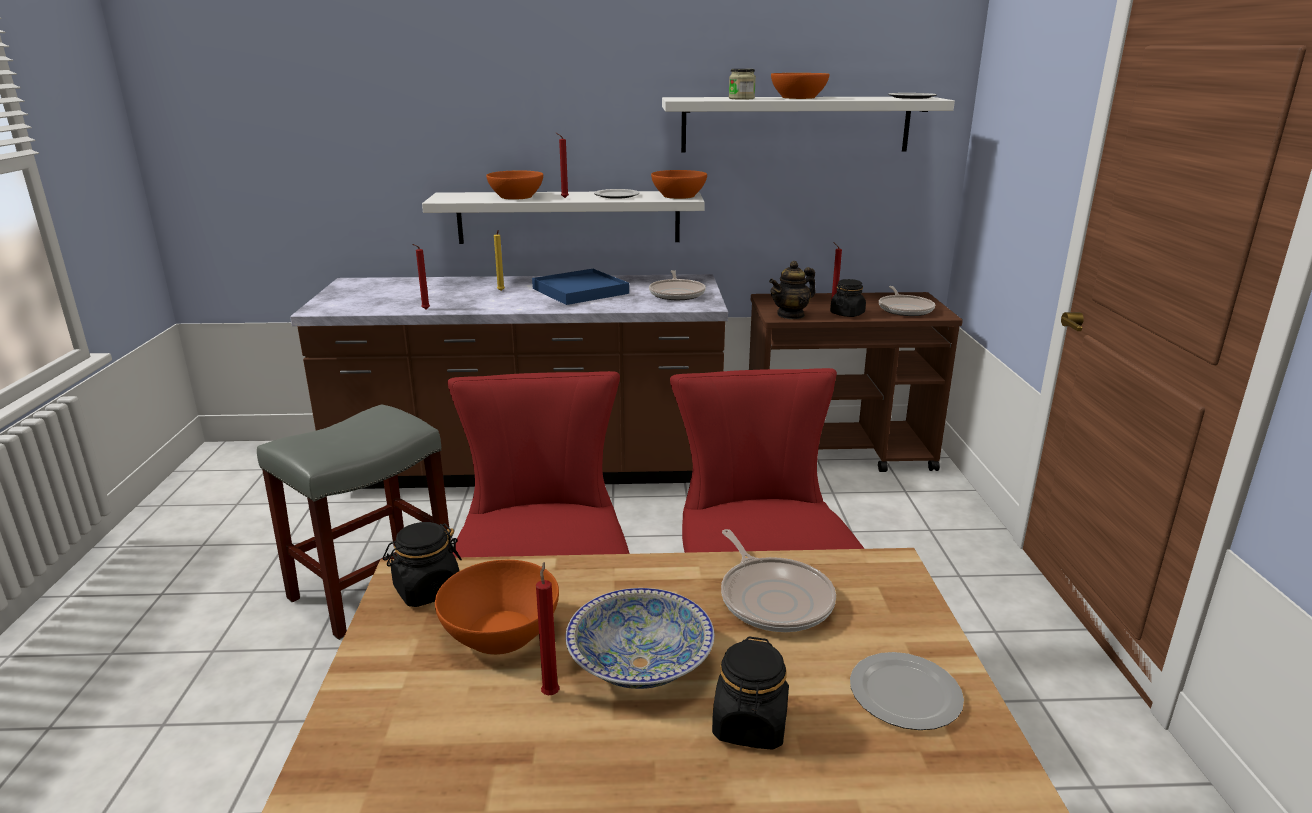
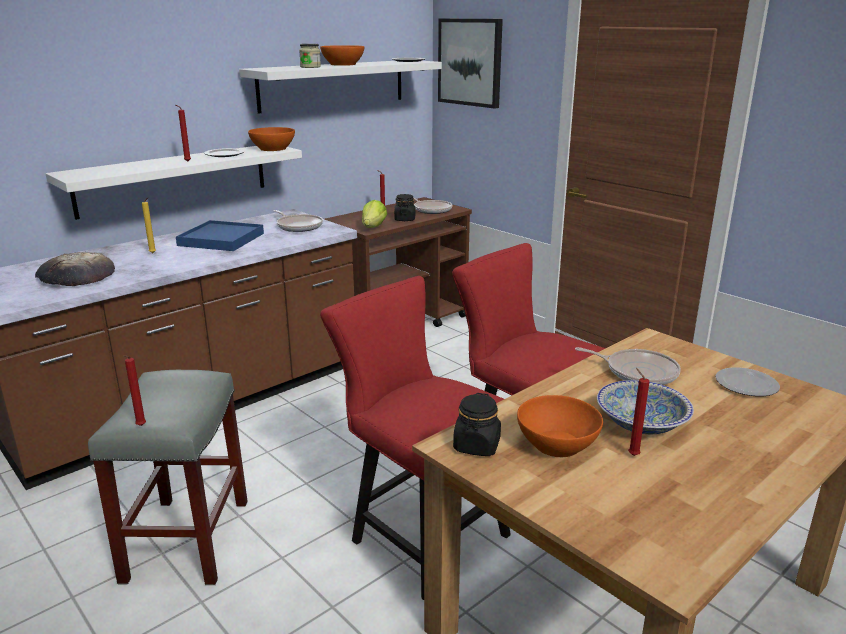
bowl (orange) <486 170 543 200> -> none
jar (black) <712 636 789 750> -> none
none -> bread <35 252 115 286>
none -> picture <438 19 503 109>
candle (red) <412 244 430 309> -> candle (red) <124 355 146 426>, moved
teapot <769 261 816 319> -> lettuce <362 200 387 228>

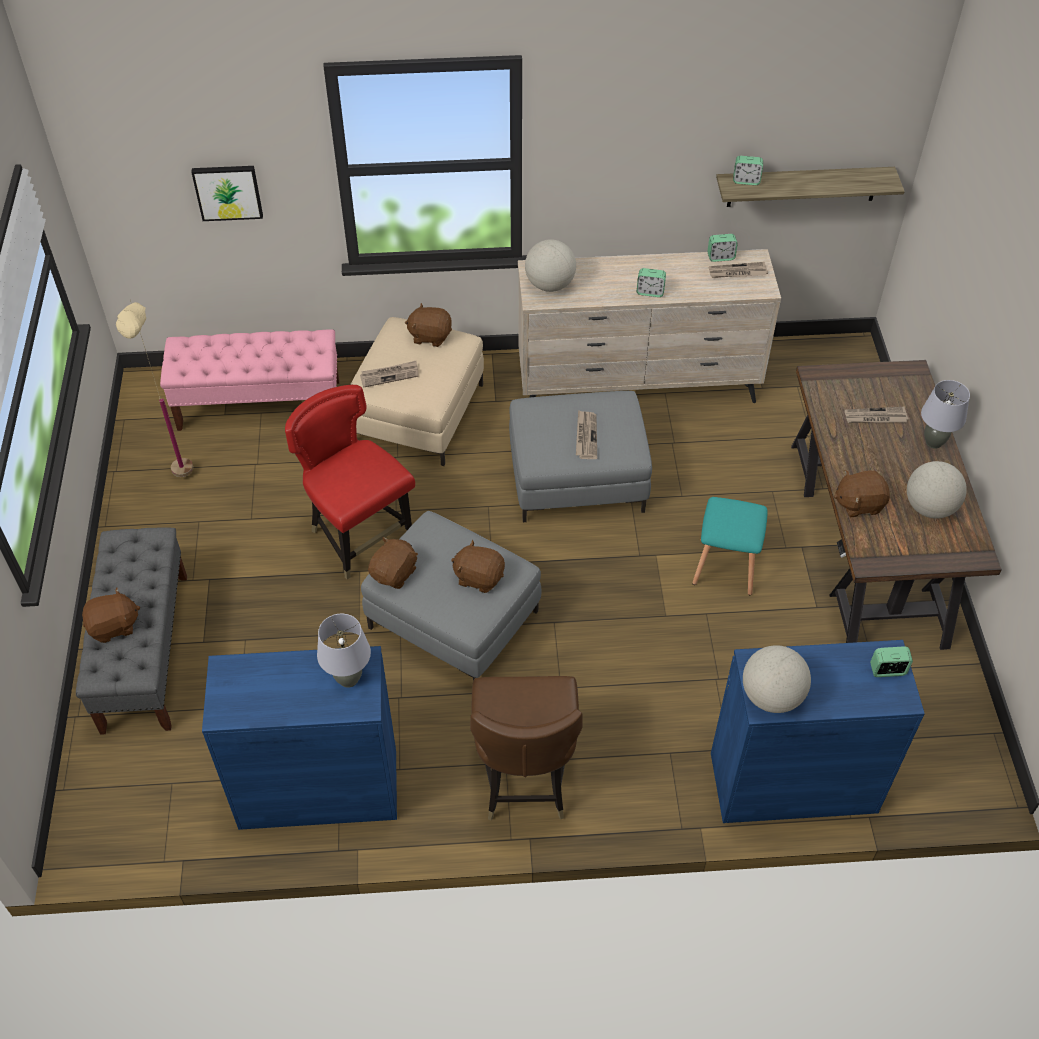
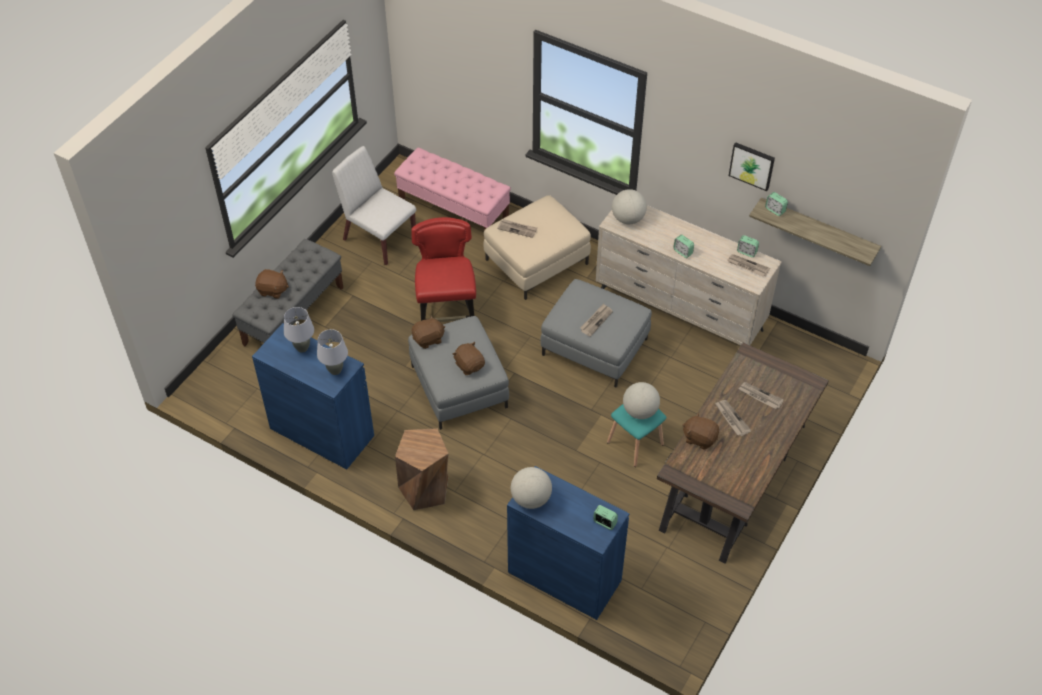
plush toy (brown) <405 303 452 347> -> none
none -> newspaper <715 400 752 436>
picture <191 166 263 221> -> picture <729 142 775 191>, moved
globe <907 461 967 519> -> globe <623 382 660 419>, moved
table lamp (grey) <921 380 970 449> -> table lamp (grey) <284 307 314 353>, moved
floor lamp (beige) <116 300 193 477> -> chair (white) <332 146 416 265>
chair (brown) <470 676 583 820> -> stool (brown) <395 428 449 510>

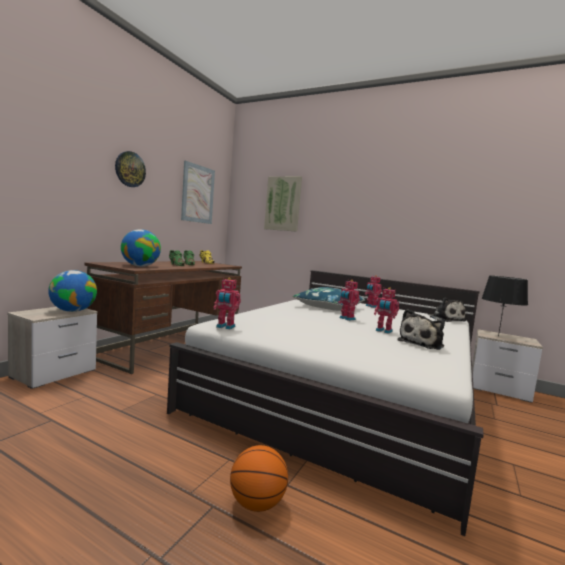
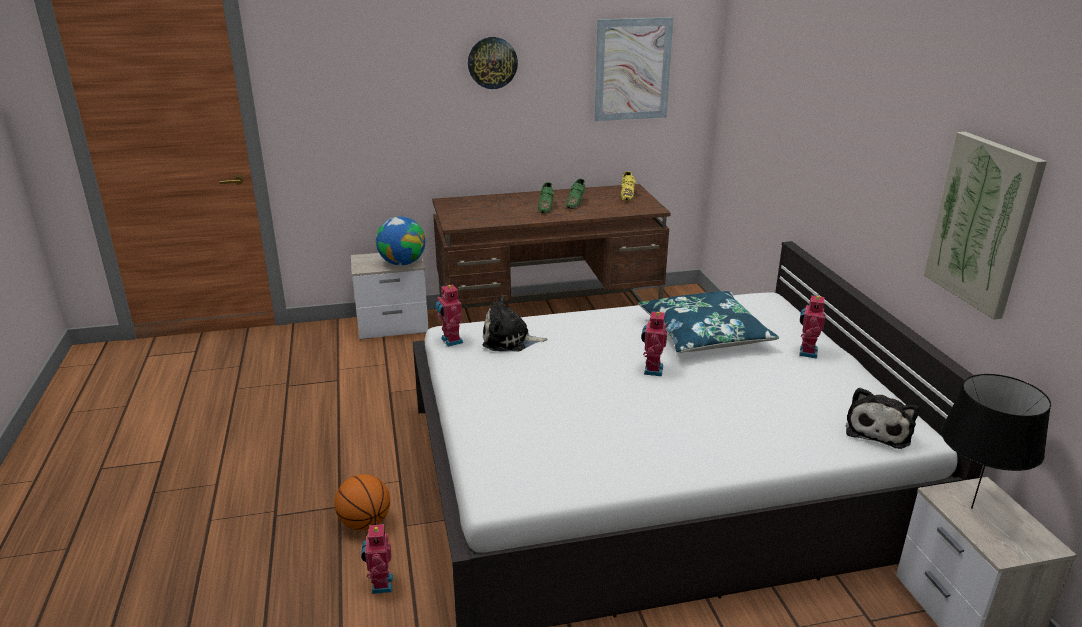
globe <121 229 161 267> -> none
picture <264 176 302 232> -> picture <924 132 1047 319>, moved
toy robot <374 287 399 334> -> toy robot <361 522 393 594>, moved
plush toy <397 309 445 350> -> plush toy <483 295 548 352>, moved

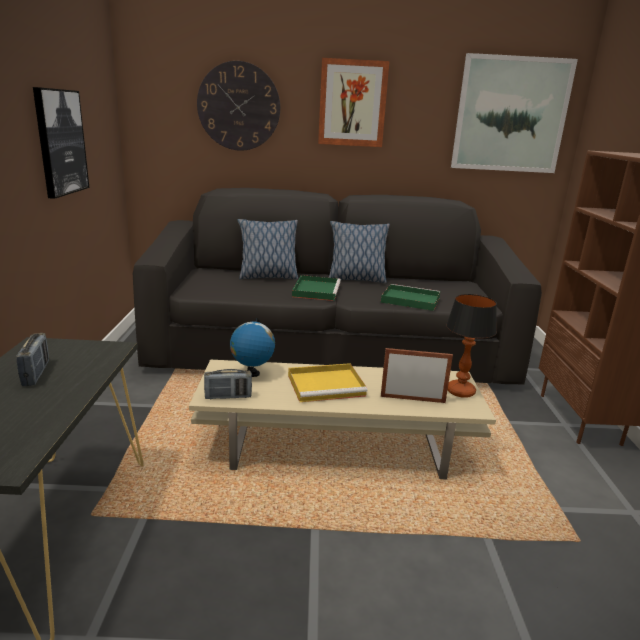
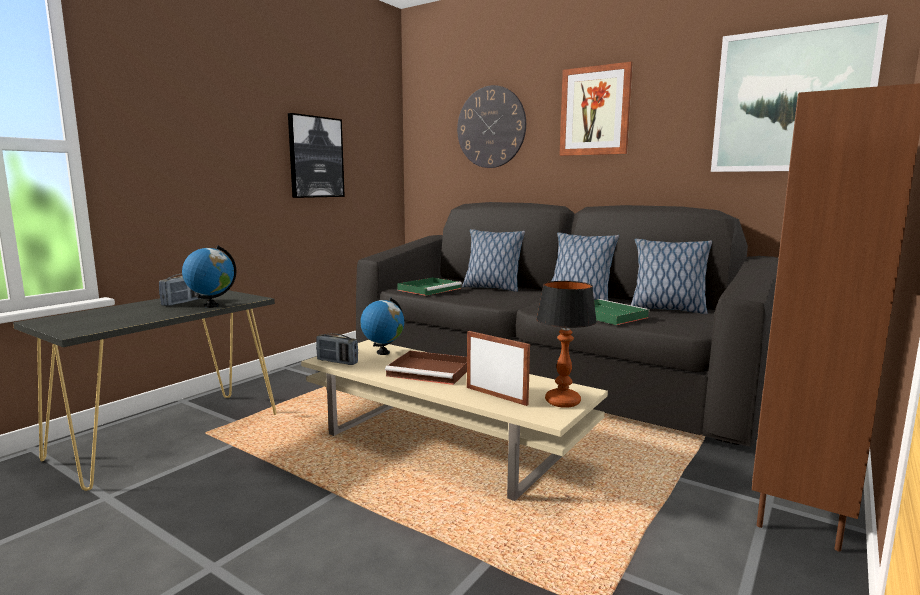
none -> globe <182 245 237 308>
none -> pillow <631 239 712 314>
tray (green) <292 275 341 301> -> tray (green) <397 277 462 296>, moved
tray (yellow) <288 363 367 402> -> tray (brown) <385 351 467 385>

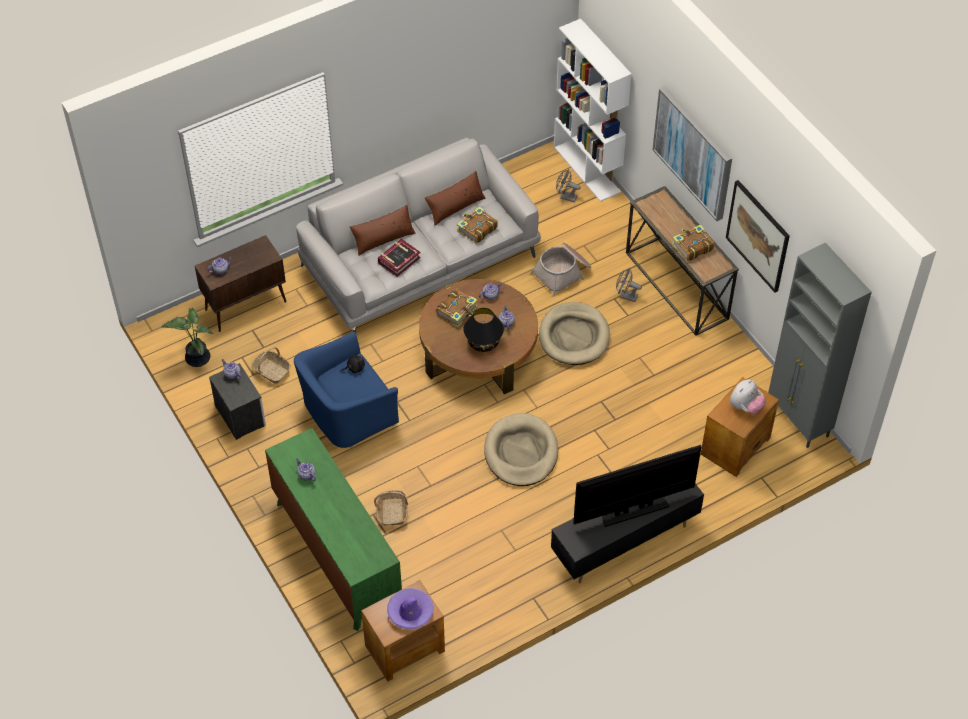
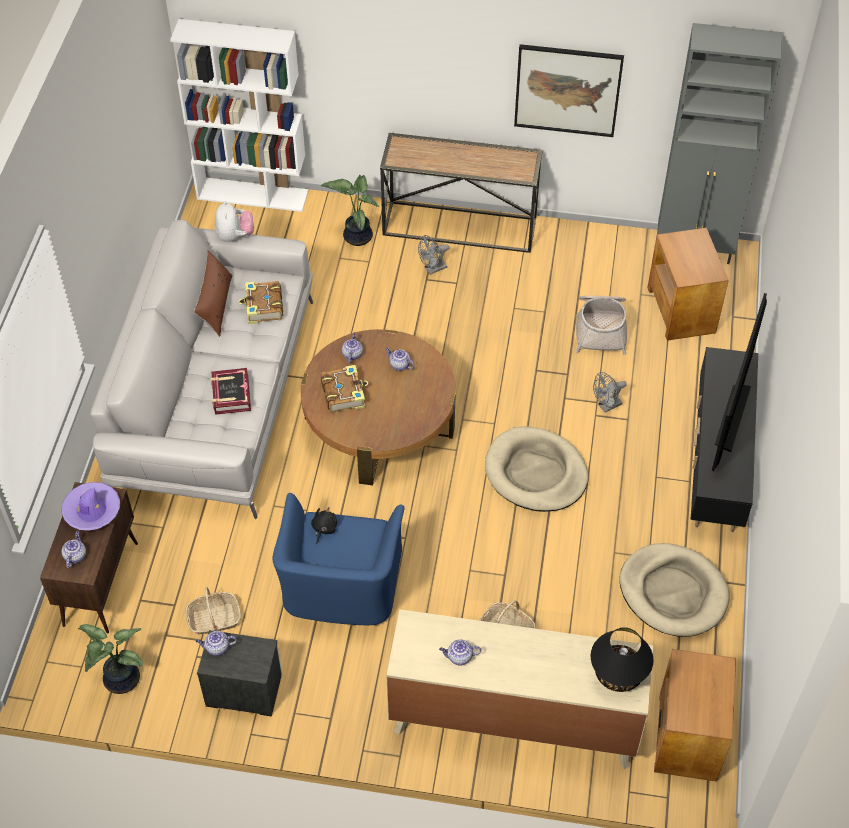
pillow (brown) <350 204 415 256> -> none
picture <653 87 732 221> -> none
book <672 225 715 261> -> none
none -> potted plant <321 175 379 246>
hat (purple) <387 588 434 629> -> hat (purple) <61 482 120 531>, moved
table lamp (black) <464 308 504 352> -> table lamp (black) <591 627 654 692>, moved
basket <530 243 591 297> -> basket <576 296 627 355>, moved
dog bed (beige) <539 302 610 365> -> dog bed (beige) <619 543 730 637>, moved
fan (grey) <556 169 581 202> -> fan (grey) <593 372 627 412>, moved
plush toy <730 379 766 415> -> plush toy <215 202 254 242>, moved
dresser (green) <265 428 402 631> -> dresser (beige) <386 609 653 769>

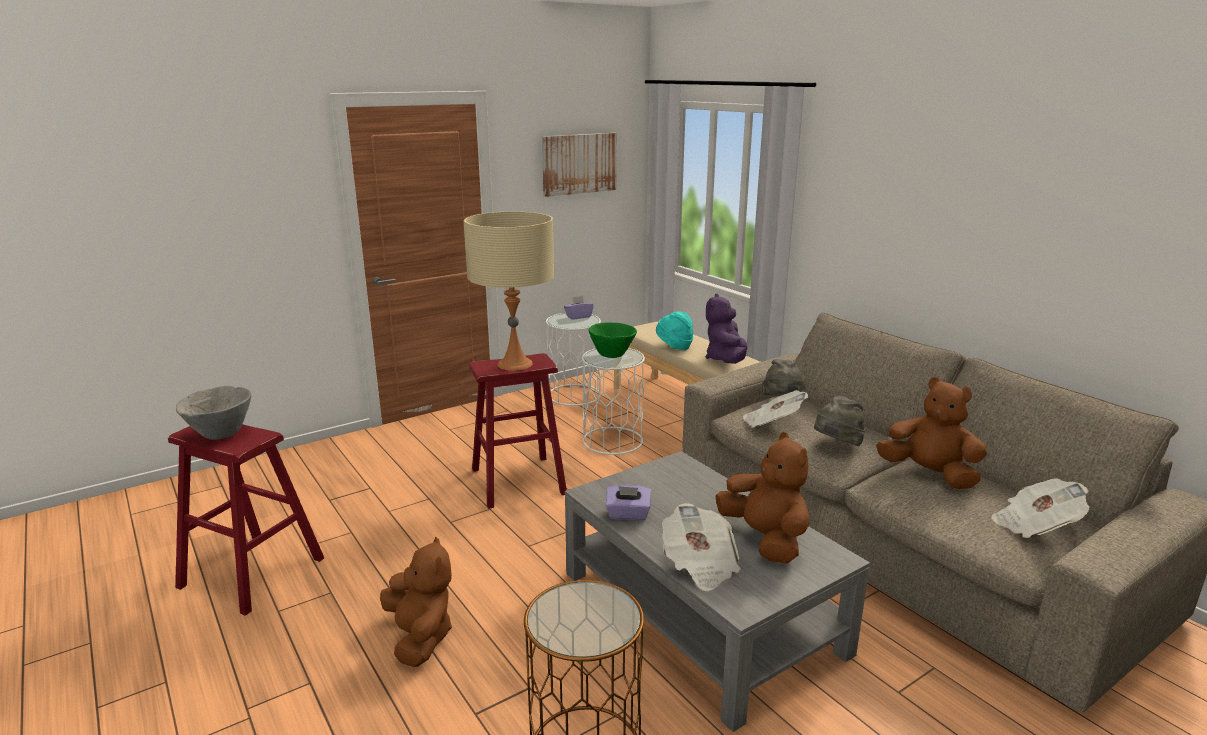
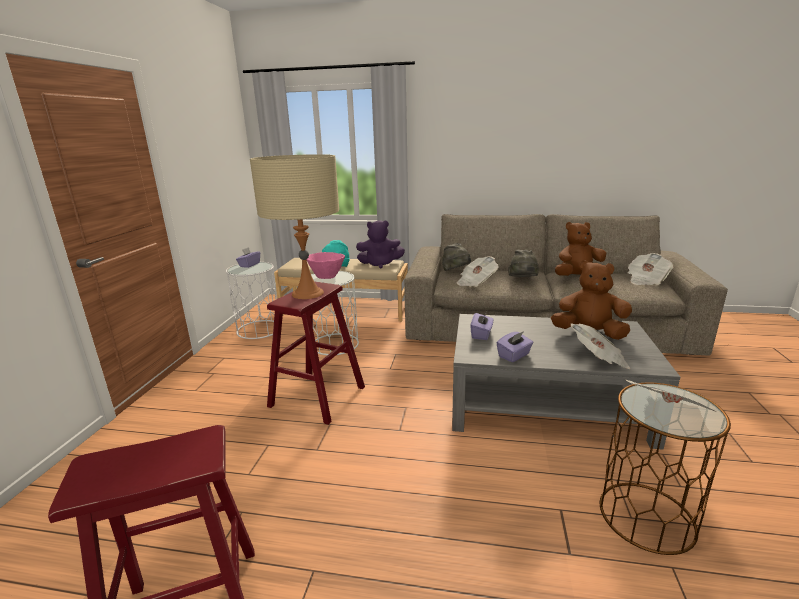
bowl (grey) <176 386 251 440> -> none
plush toy (brown) <380 536 452 667> -> none
picture <542 133 617 197> -> none
none -> tissue box (purple) <470 312 494 340>
none -> newspaper <626 380 716 412>
bowl (green) <589 323 637 358> -> bowl (pink) <306 252 345 279>
plush toy (purple) <706 294 748 364> -> plush toy (purple) <356 220 405 268>, 60 degrees counterclockwise

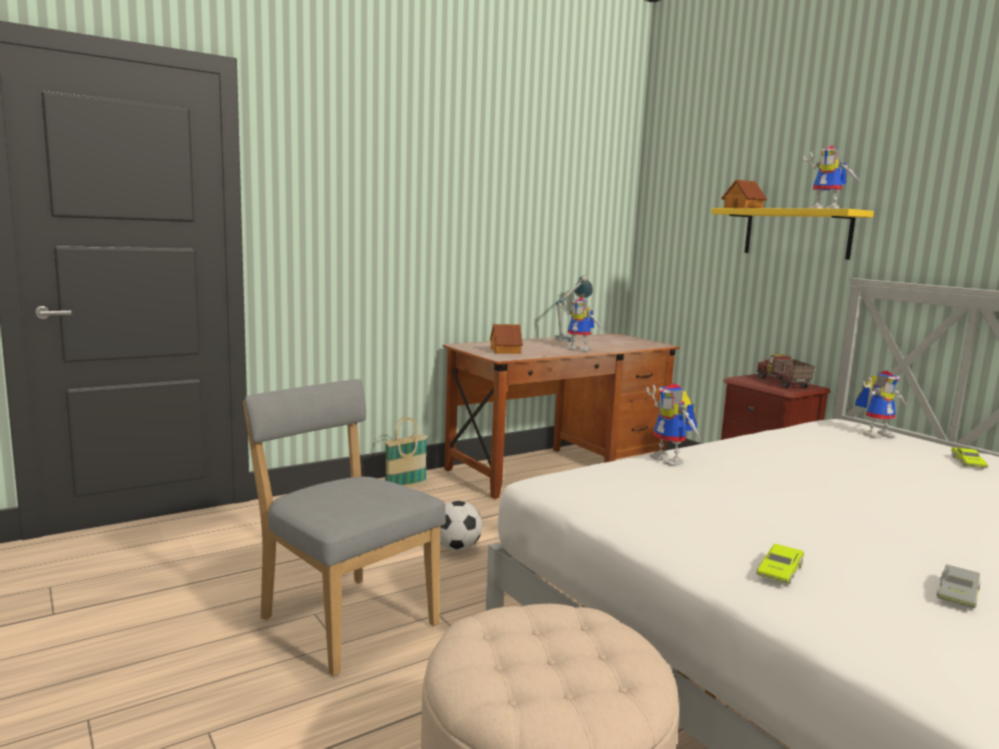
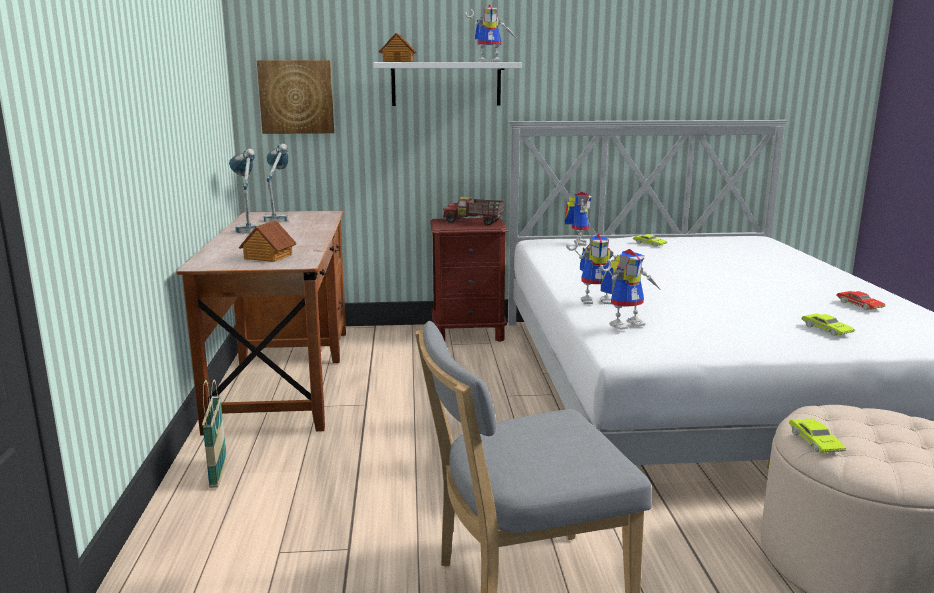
football <440 501 482 551> -> none
none -> picture <257 60 334 134>
none -> table lamp <264 144 289 223>
none -> toy car (green) <789 419 846 453>
toy robot <559 297 605 351> -> toy robot <600 249 661 330>, moved
shelf (yellow) <711 208 874 260> -> shelf (white) <374 62 522 106>
toy car (grey) <936 564 981 608> -> toy car (red) <836 291 886 310>

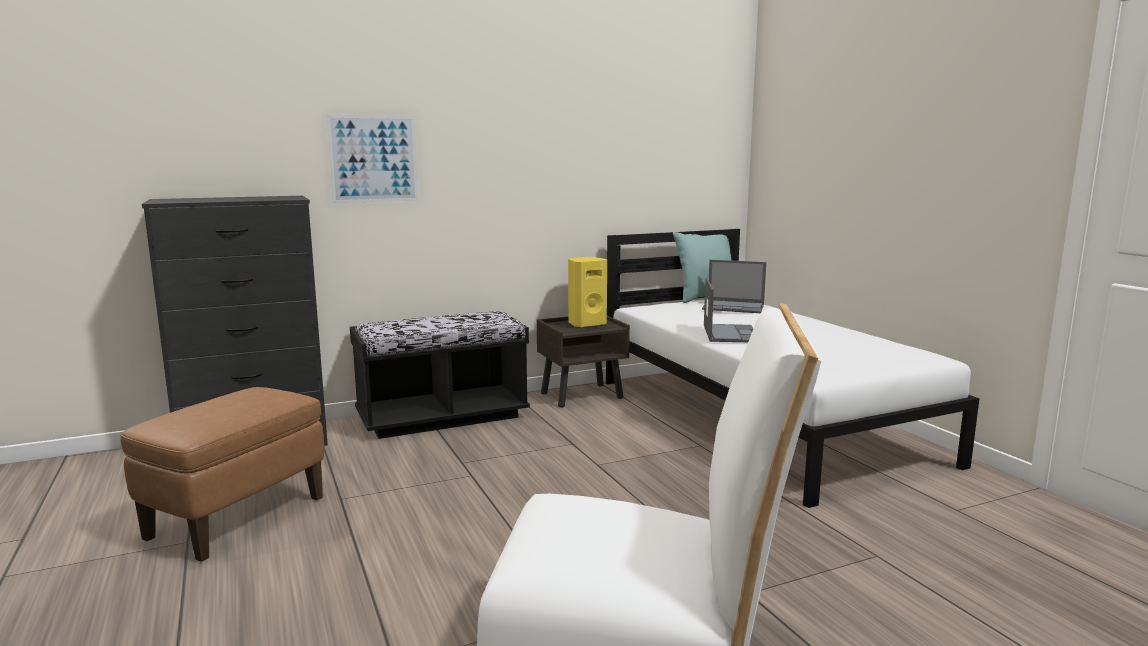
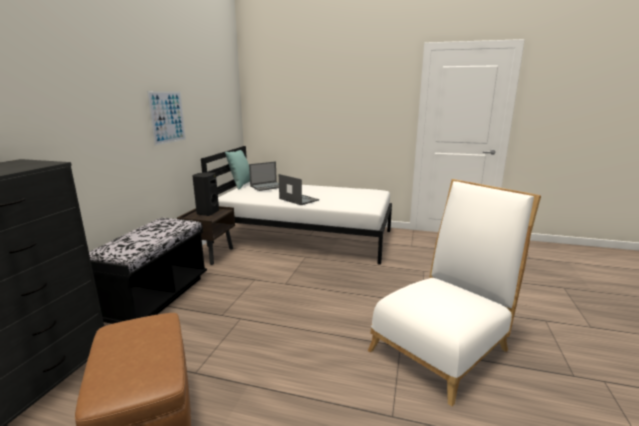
picture <327 115 418 203> -> picture <147 91 186 146>, moved
speaker (yellow) <568 257 607 328> -> speaker (black) <192 172 219 216>

